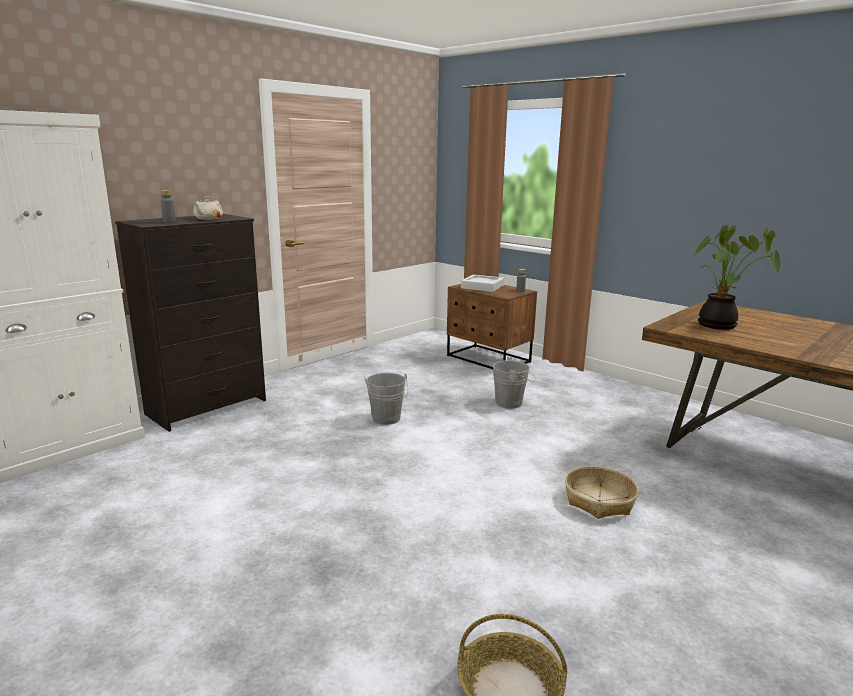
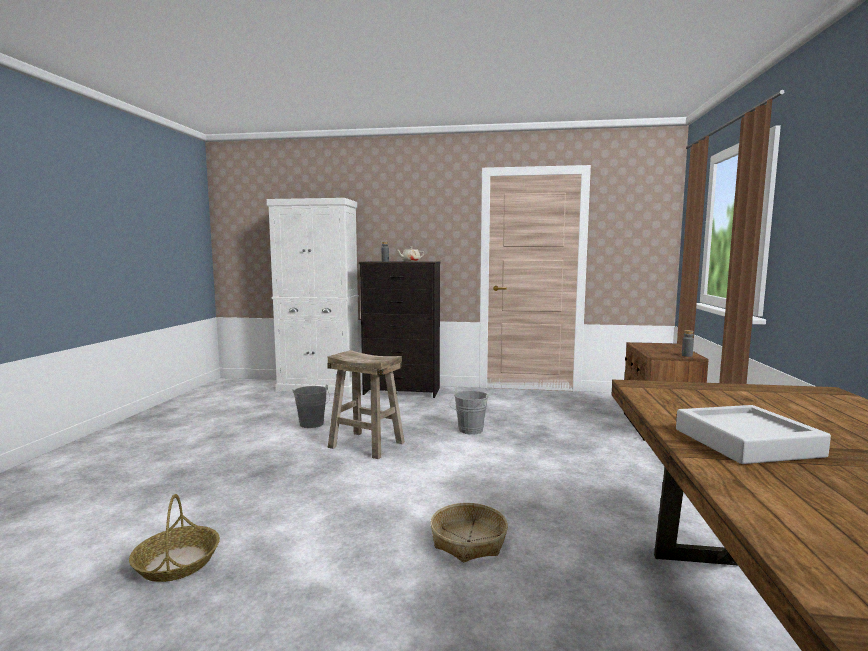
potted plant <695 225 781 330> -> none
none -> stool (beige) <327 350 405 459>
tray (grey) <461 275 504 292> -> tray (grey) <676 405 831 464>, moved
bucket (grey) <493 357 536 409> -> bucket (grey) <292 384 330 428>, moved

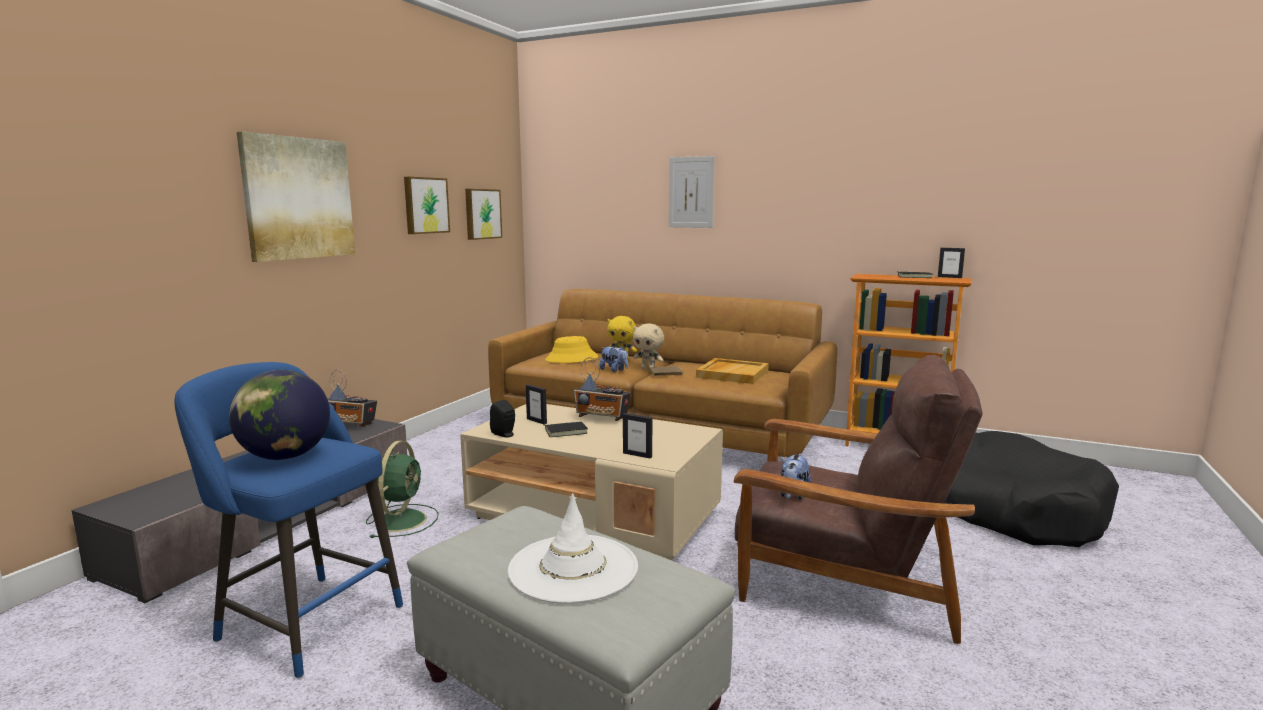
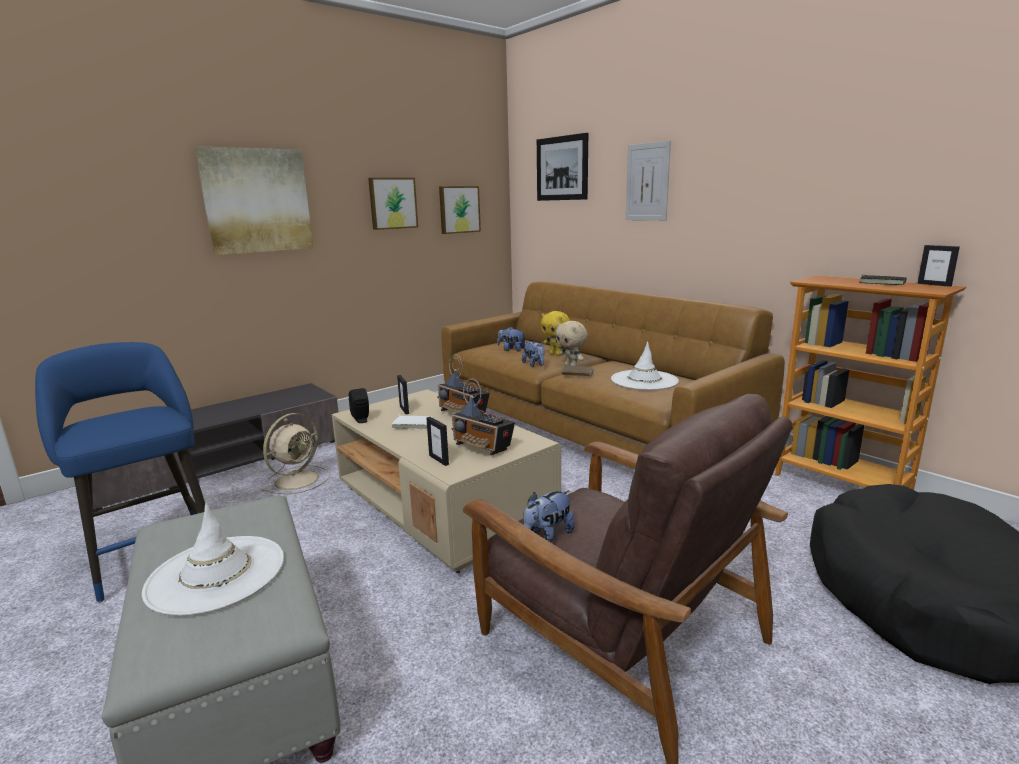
globe <229 370 330 460> -> none
none -> picture <537 133 588 201>
radio <328 370 377 427> -> radio <452 378 515 455>, moved
hat (yellow) <545 336 598 363> -> plush toy <497 327 526 351>
tray (beige) <696 358 769 384> -> hat (white) <611 341 679 390>
fan (green) <366 441 439 538> -> fan (beige) <262 413 330 494>
book (black) <543 422 588 437> -> book (white) <392 413 434 429>

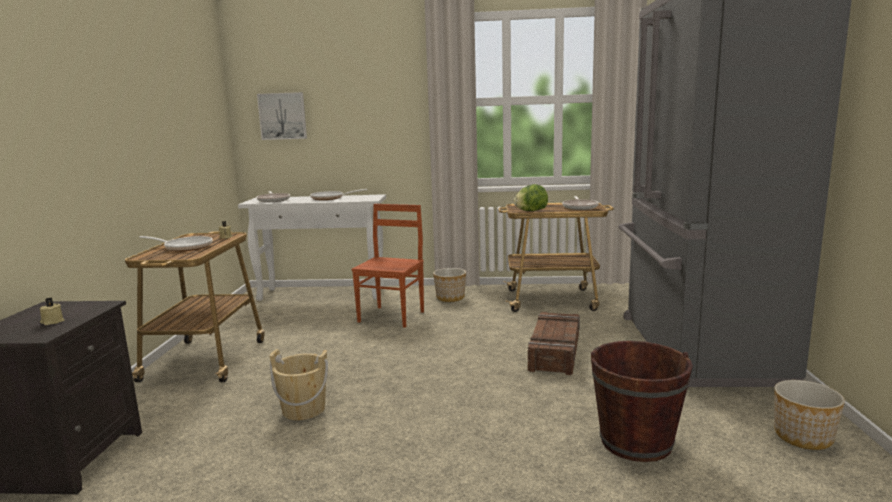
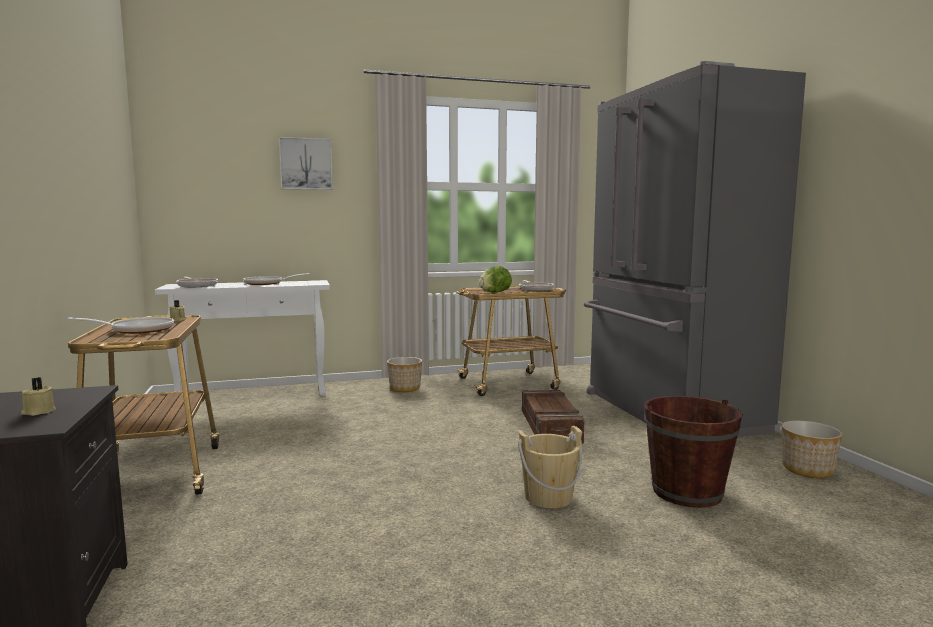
chair (brown) <352 204 424 328> -> none
picture <257 92 307 140> -> picture <279 137 333 190>, moved
bucket (beige) <269 349 328 420> -> bucket (beige) <518 426 582 508>, moved

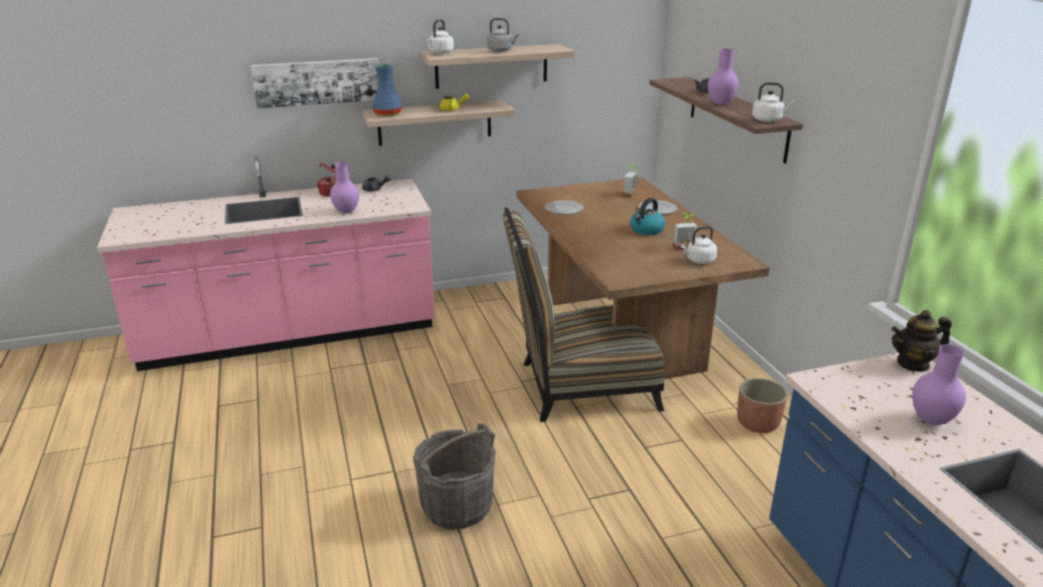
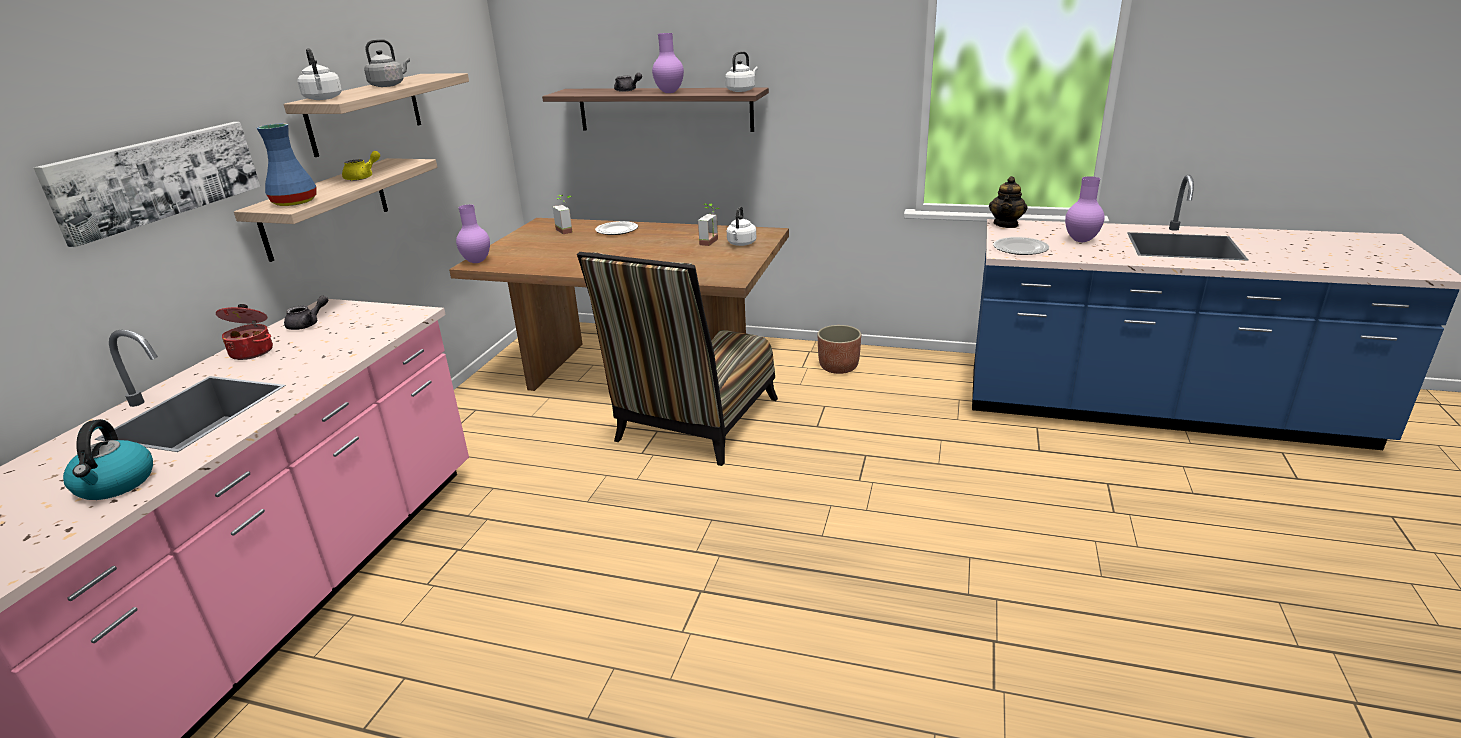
bucket (grey) <413 423 495 529> -> none
vase (purple) <330 162 359 214> -> vase (purple) <456 205 490 263>, moved
plate <545 200 584 215> -> plate <993 237 1049 255>, moved
kettle <630 198 665 235> -> kettle <63 419 153 500>, moved

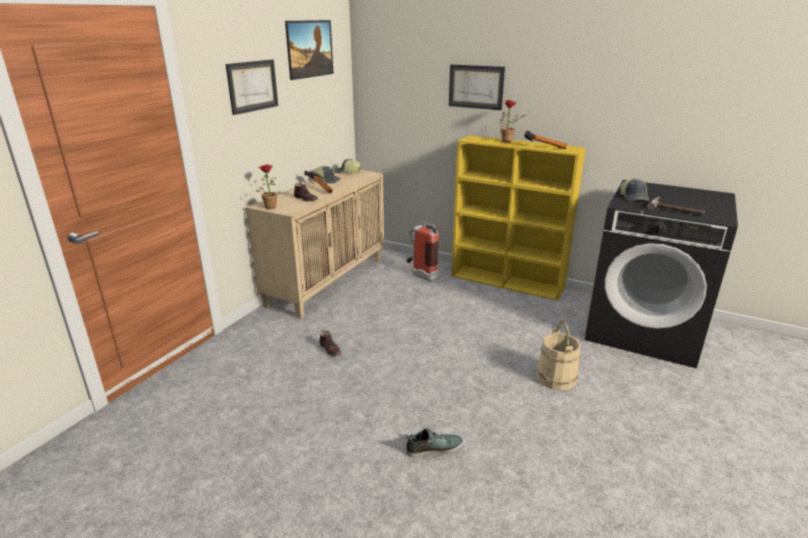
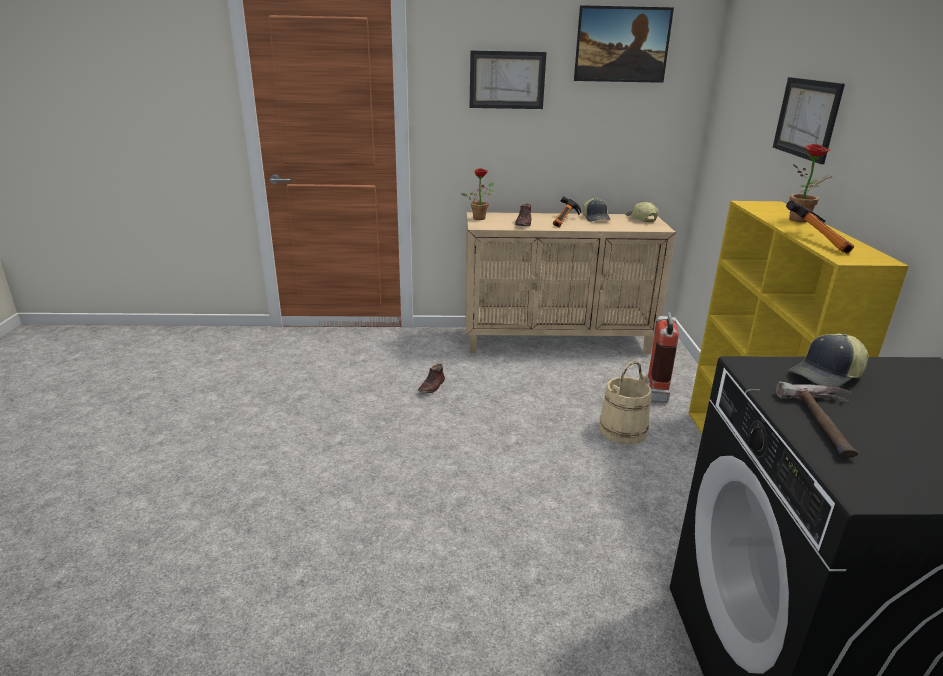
shoe <406 428 463 457> -> none
bucket (beige) <536 320 580 390> -> bucket (beige) <599 361 652 445>, moved

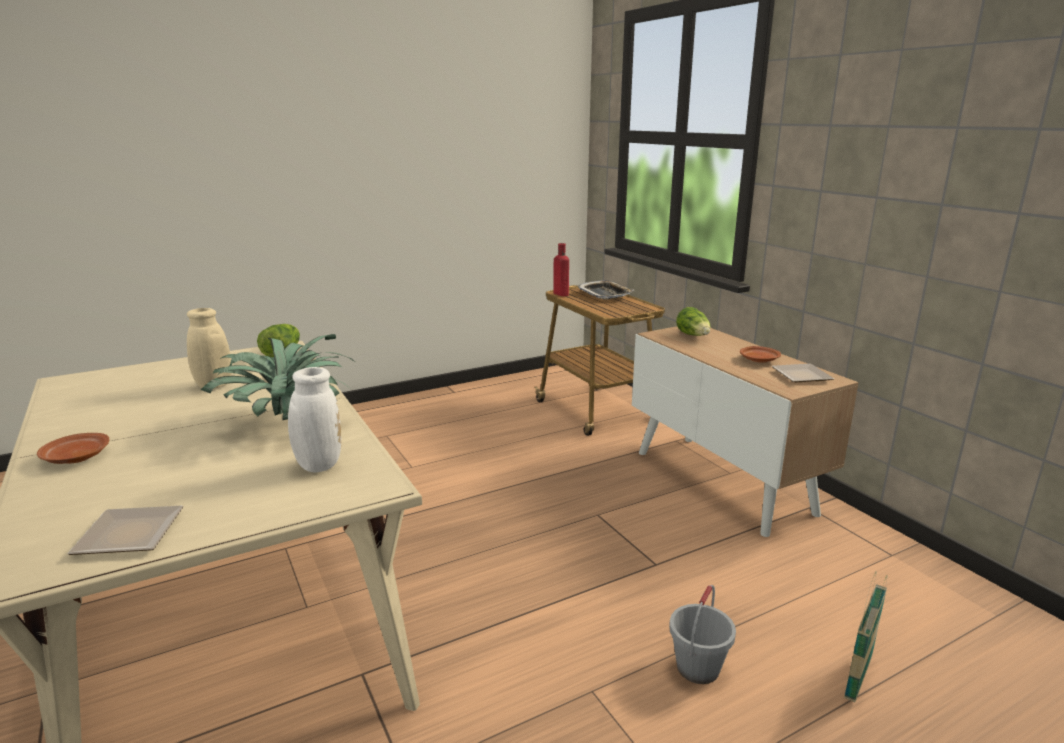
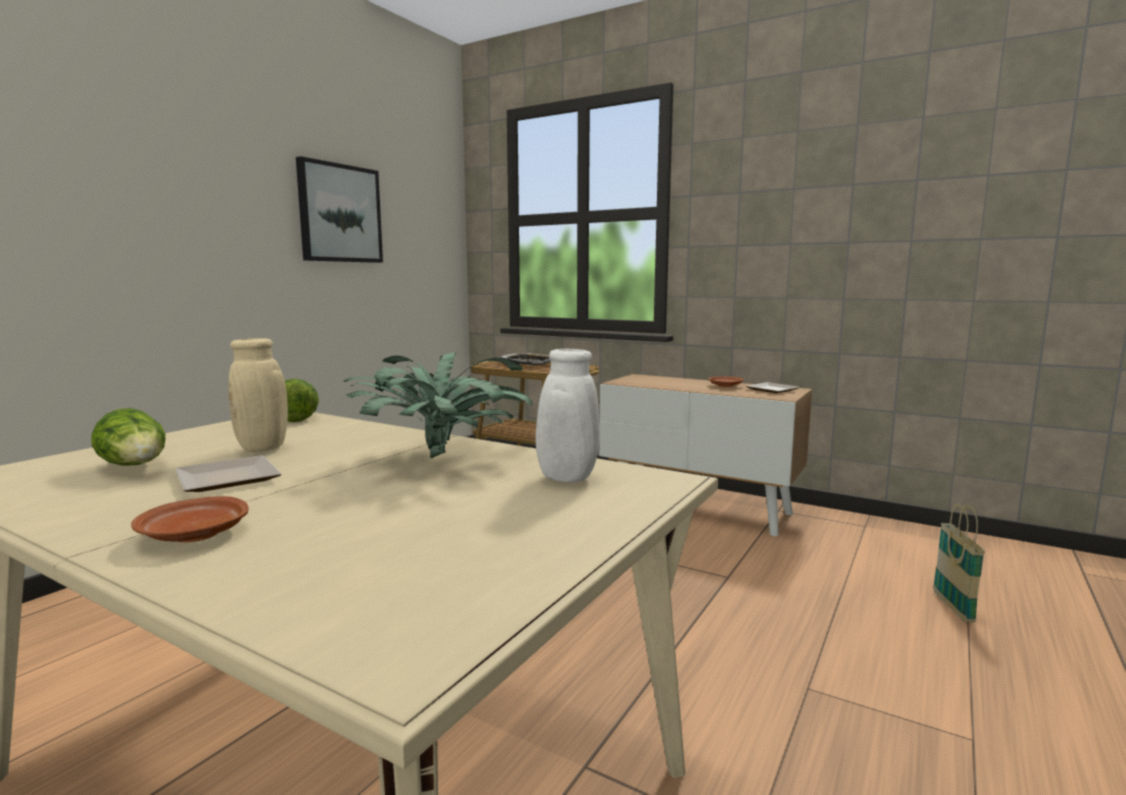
bottle (red) <553 243 569 296> -> none
bucket (grey) <669 585 736 684> -> none
none -> picture <296 156 383 263>
plate <67 506 183 555> -> plate <175 455 281 492>, moved
lettuce <676 307 710 336> -> lettuce <91 408 166 466>, moved

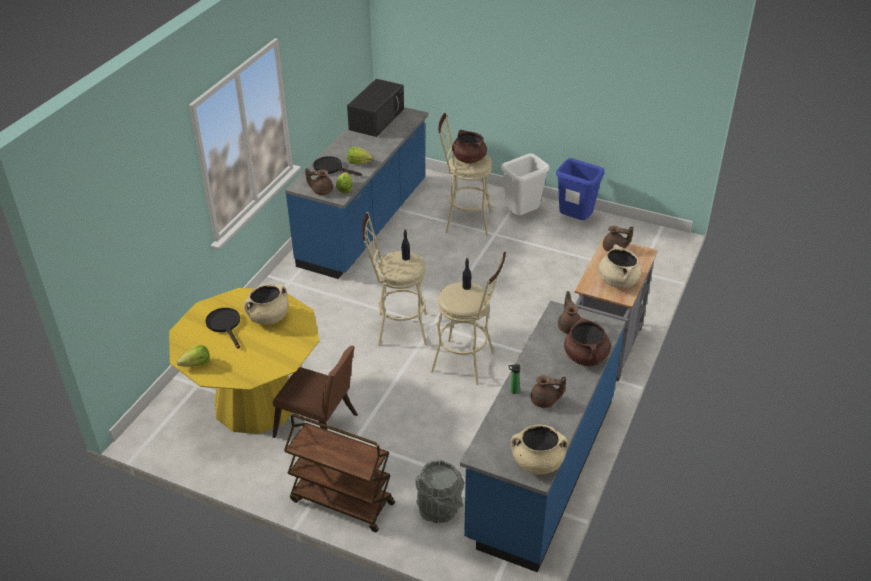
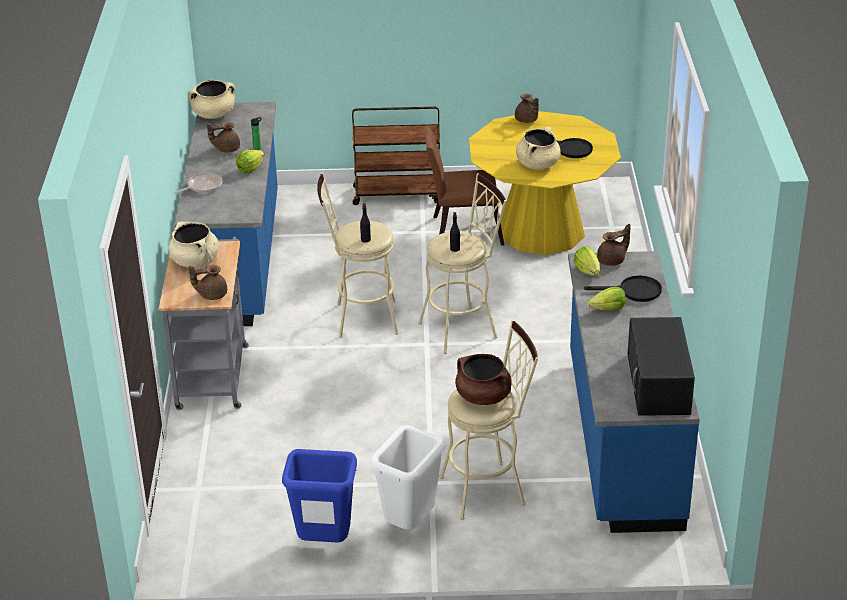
bucket (grey) <415 460 464 523> -> none
lettuce <177 345 210 367> -> lettuce <236 150 264 173>, moved
teapot (brown) <558 291 581 334> -> teapot (brown) <515 94 539 123>, moved
cooking pot (brown) <564 318 611 366> -> frying pan <174 172 223 194>

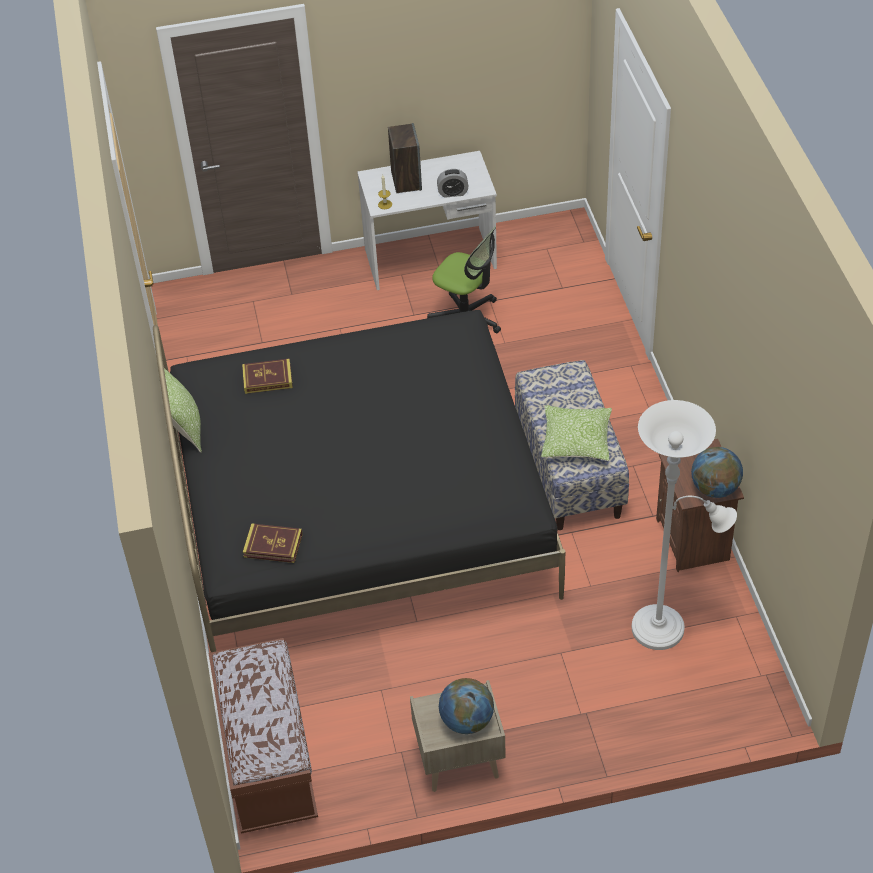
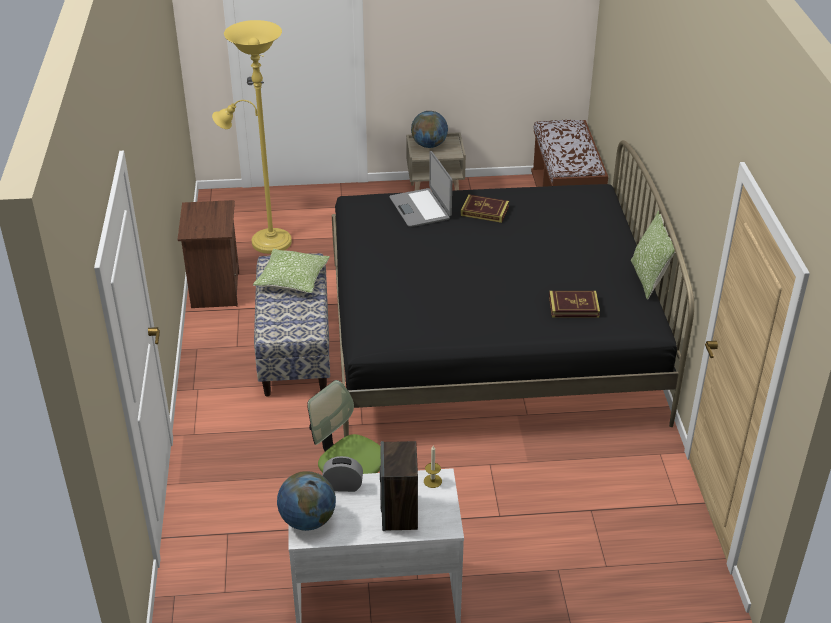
none -> laptop <389 151 452 227>
book <243 523 303 563> -> book <461 194 509 223>, moved
globe <691 447 743 498> -> globe <277 471 336 531>, moved
floor lamp (white) <632 400 737 650> -> floor lamp (yellow) <212 20 292 254>

